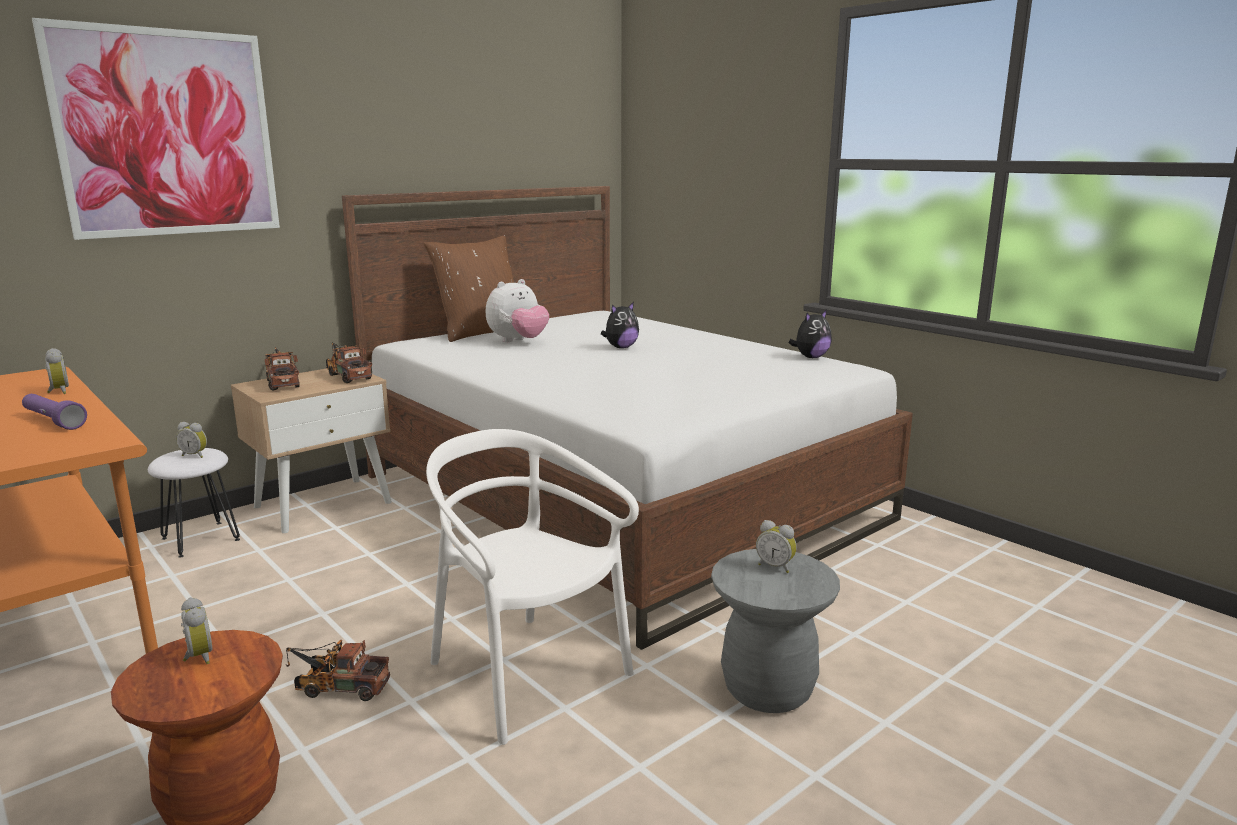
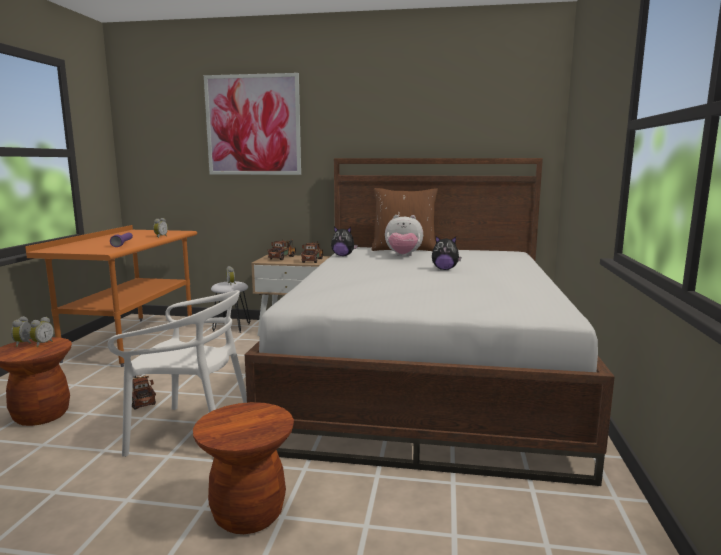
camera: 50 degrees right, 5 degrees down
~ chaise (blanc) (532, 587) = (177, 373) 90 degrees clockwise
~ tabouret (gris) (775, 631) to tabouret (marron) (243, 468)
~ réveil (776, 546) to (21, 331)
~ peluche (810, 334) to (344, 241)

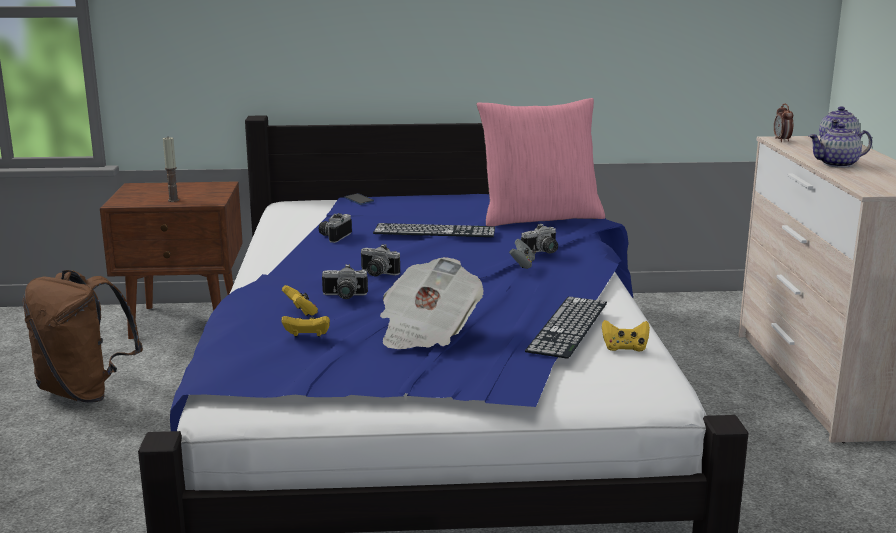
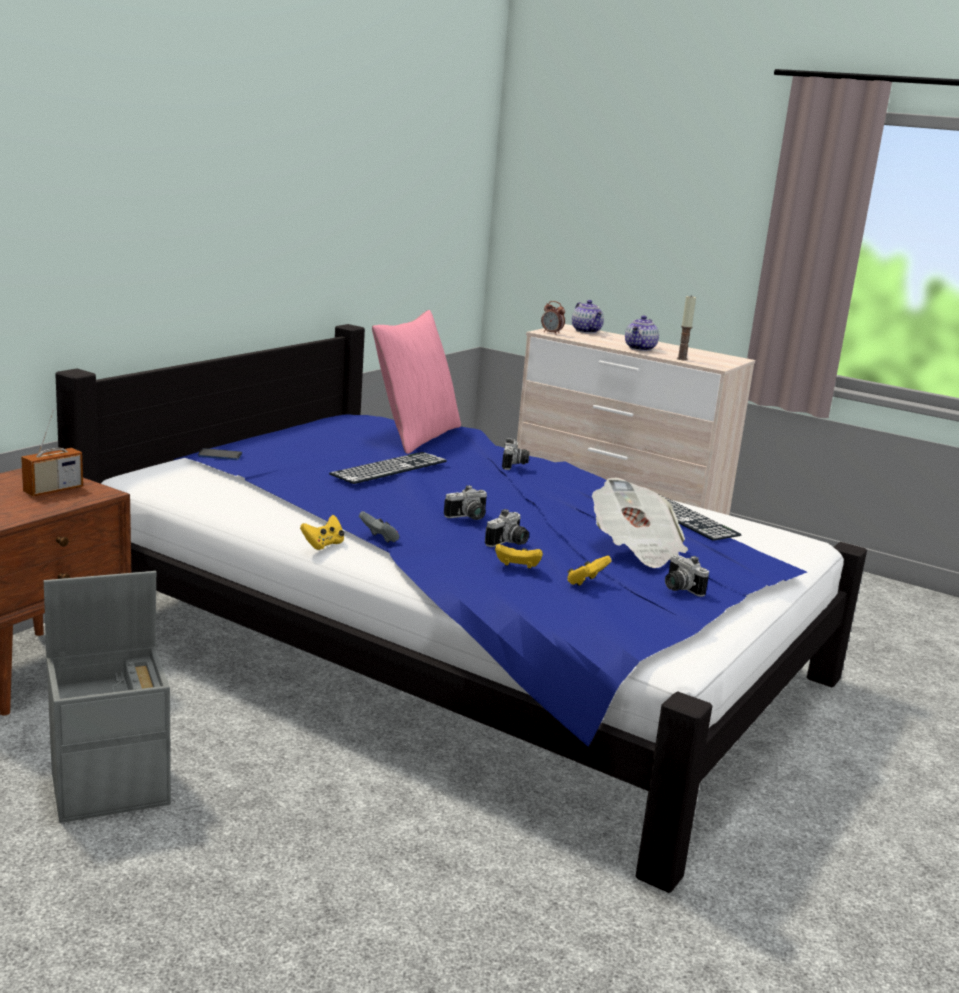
camera: 55 degrees left, 0 degrees up
~ sac à dos (marron) (83, 336) to boîte de rangement (gris) (107, 697)
~ bougie (171, 169) to (686, 328)
~ appareil photo (335, 228) to (687, 575)
~ manette (gris) (522, 254) to (379, 527)
~ manette (jaune) (626, 335) to (322, 532)
+ radio (52, 453)

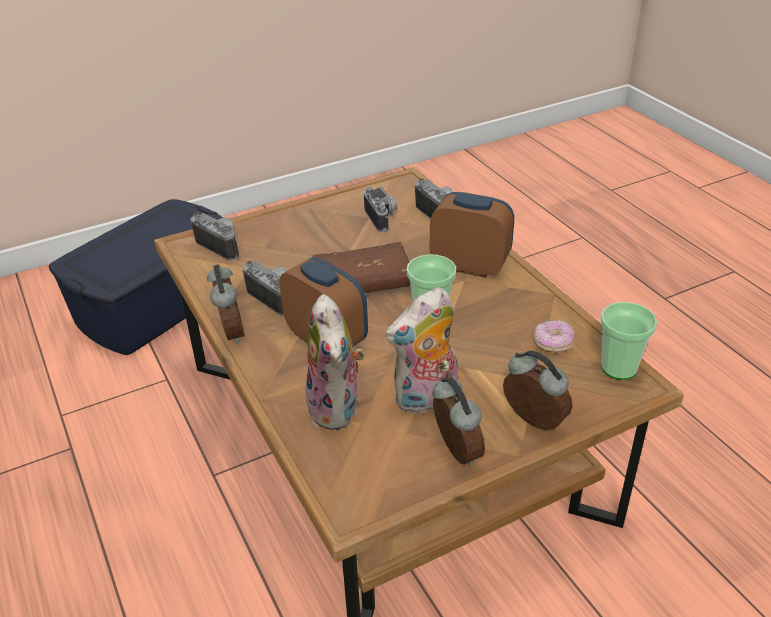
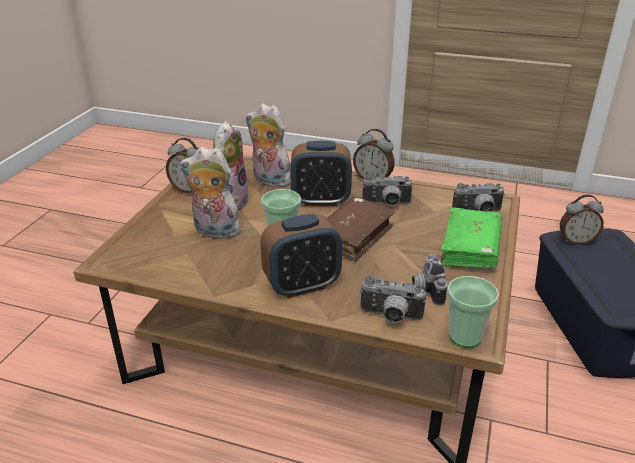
camera: 135 degrees right, 5 degrees down
~ appareil photo (380, 209) = (429, 280) 60 degrees clockwise
~ réveil (537, 390) to (582, 220)
- beignet (554, 336)
~ tasse (628, 341) to (473, 312)
+ peluche (210, 193)
+ livre (vert) (471, 238)

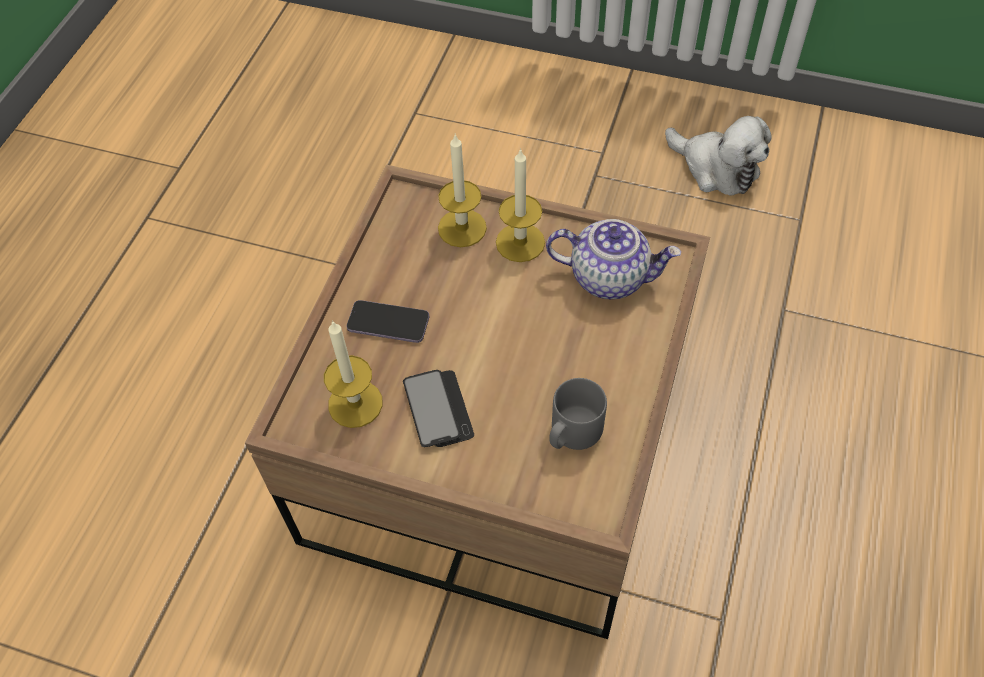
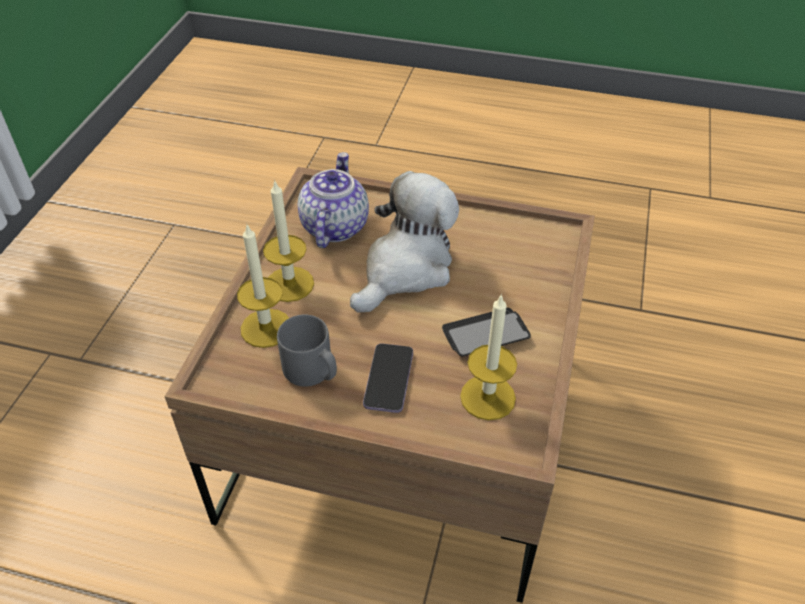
camera: 95 degrees left, 10 degrees down
~ mug (gris) (578, 414) to (307, 351)
~ peluche (718, 156) to (404, 242)

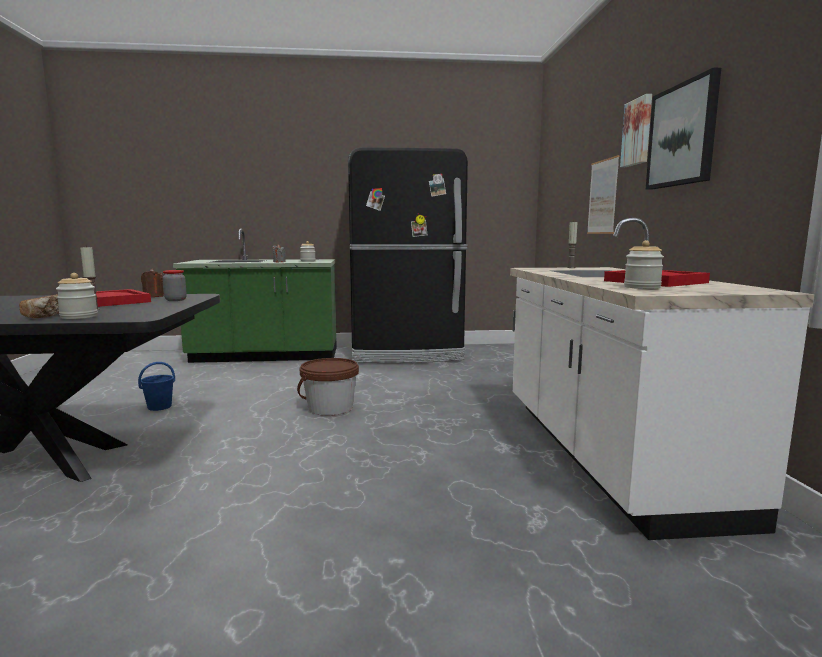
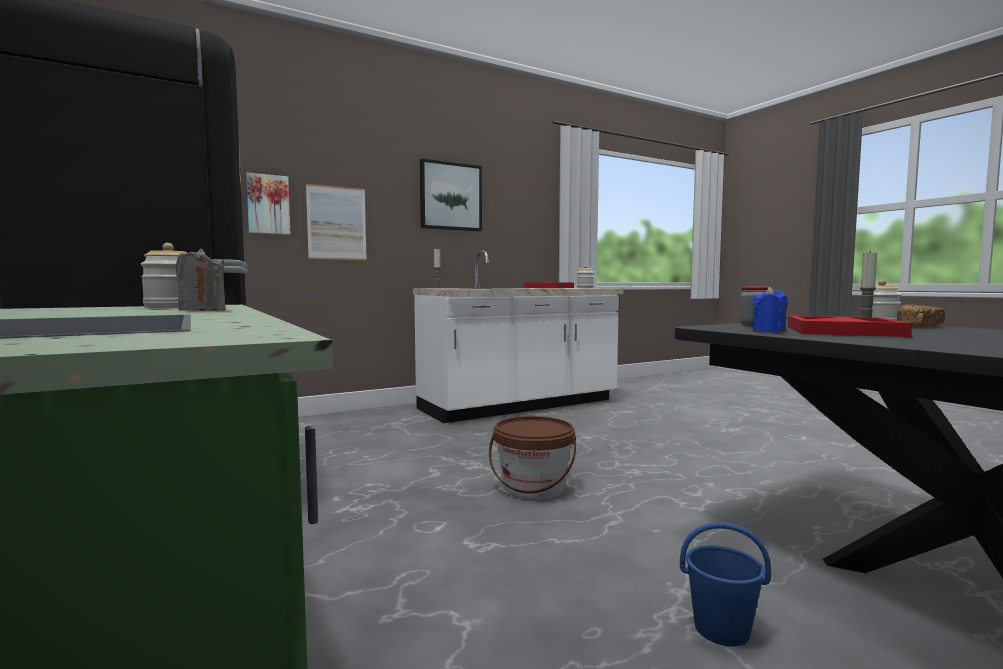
camera: 115 degrees left, 5 degrees down
~ bougie (marron) (152, 282) to bougie (bleu) (770, 309)
~ tableau (636, 130) to (268, 204)

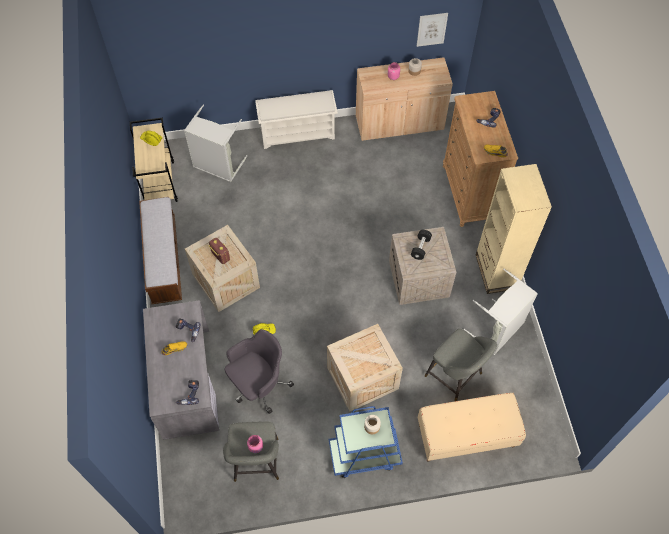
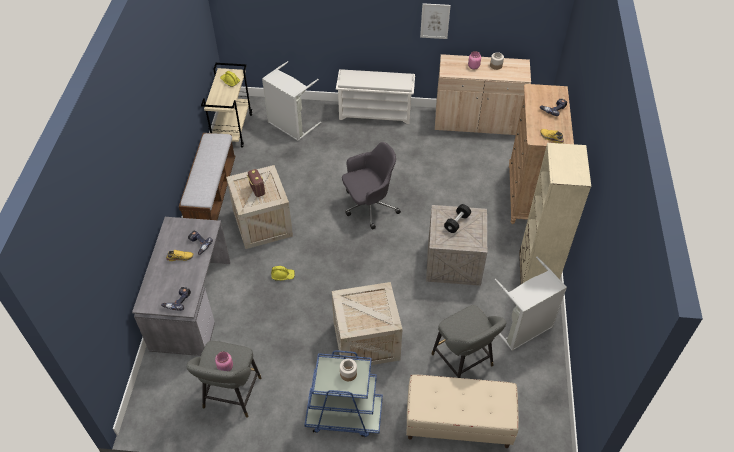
camera: 15 degrees right, 10 degrees down
~ chaise de bureau (gris) (259, 371) to (371, 185)
~ tableau (432, 30) to (435, 21)

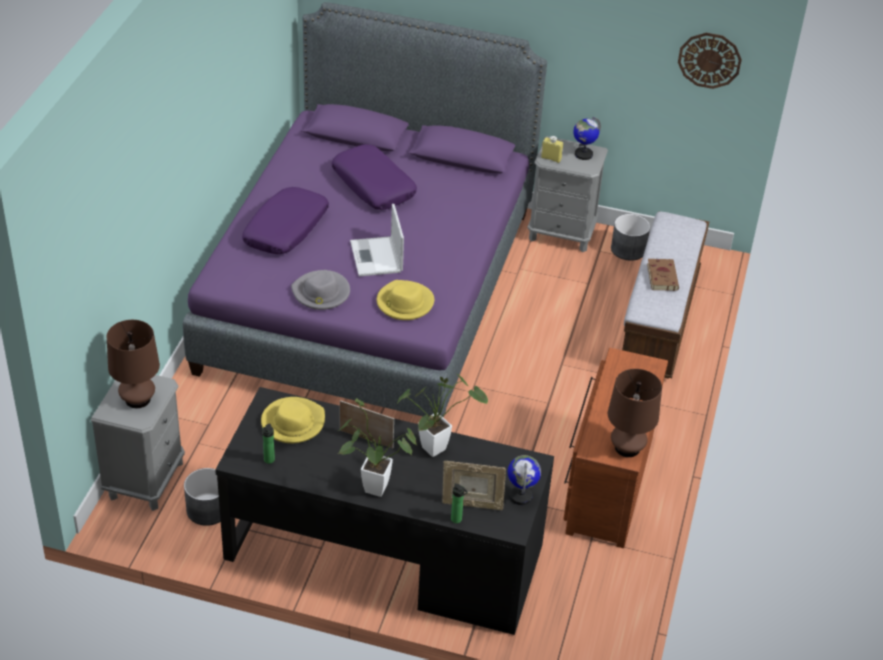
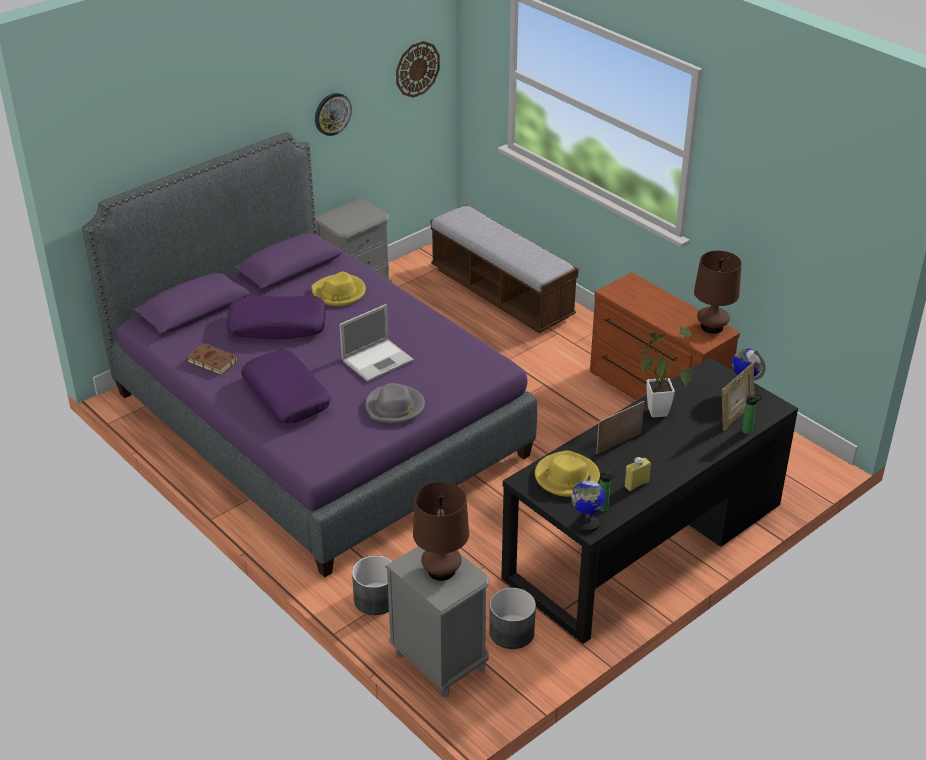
camera: 55 degrees left, 5 degrees down
- plante en pot (377, 447)
~ ordinateur portable (377, 240) = (376, 343) 60 degrees counterclockwise
~ chapeau (jaune) (405, 300) to (338, 289)
~ bouteille (jaune) (552, 149) to (637, 474)
~ globe (587, 138) to (588, 504)
~ cache-pot (gris) (630, 237) to (372, 585)
~ livre (marron) (663, 275) to (212, 359)
+ horloge murale (333, 114)

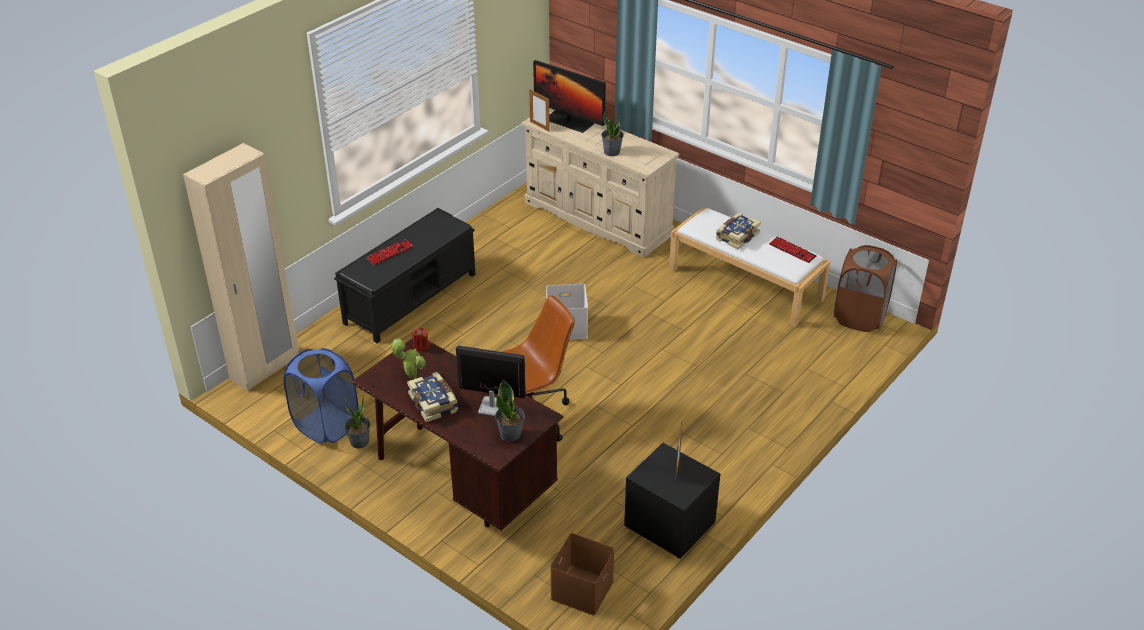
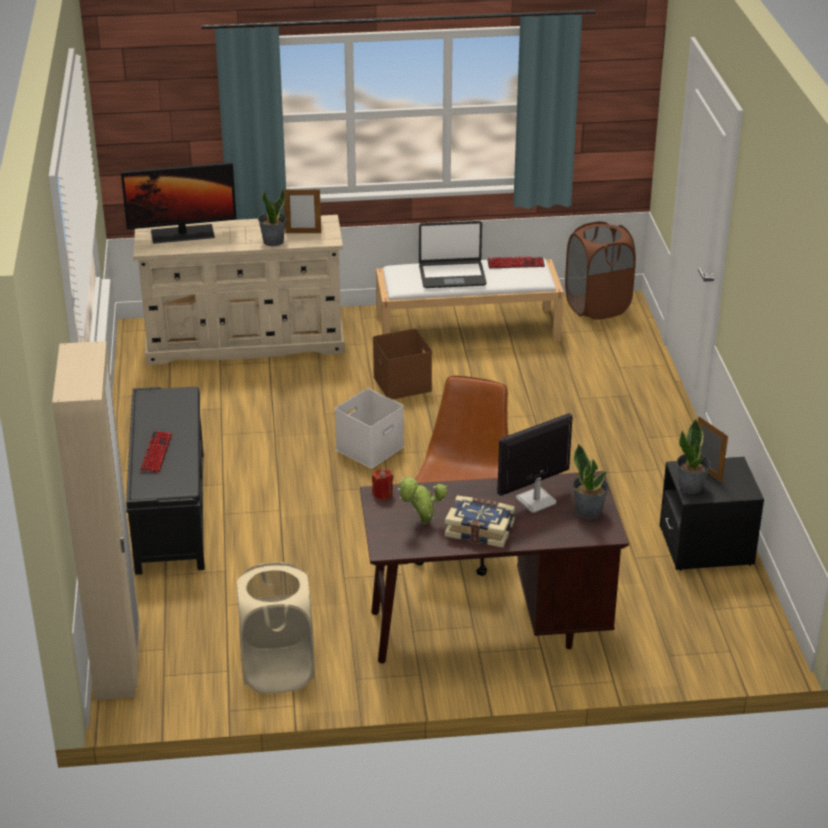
camera: 45 degrees left, 5 degrees down
~ panier à linge (bleu) (321, 396) to panier à linge (beige) (275, 627)
~ plante en pot (357, 422) to (693, 456)
~ cadre photo (539, 110) to (302, 210)
~ boîte de rangement (marron) (582, 574) to (402, 364)
~ livre (738, 231) to ordinateur portable (453, 254)

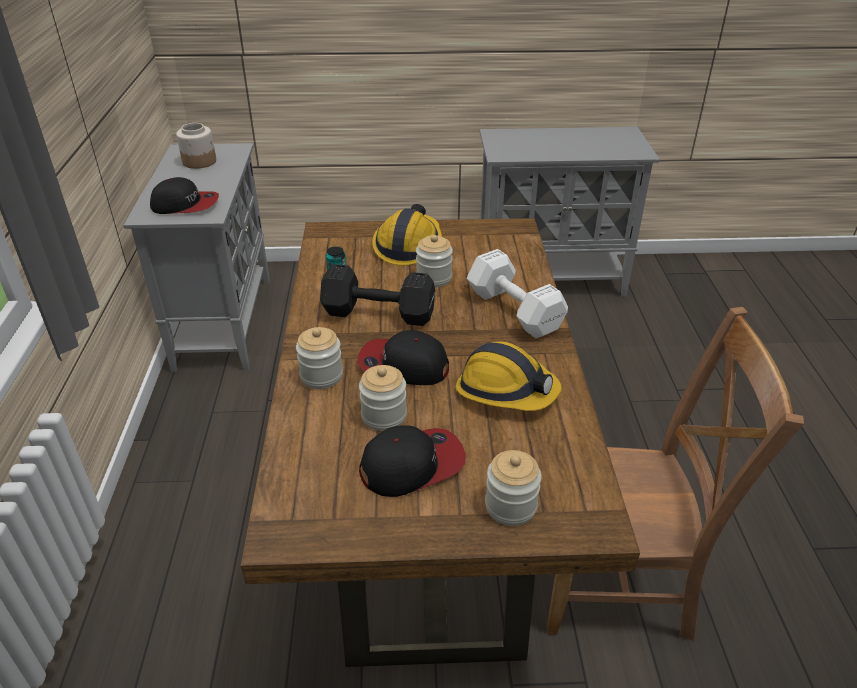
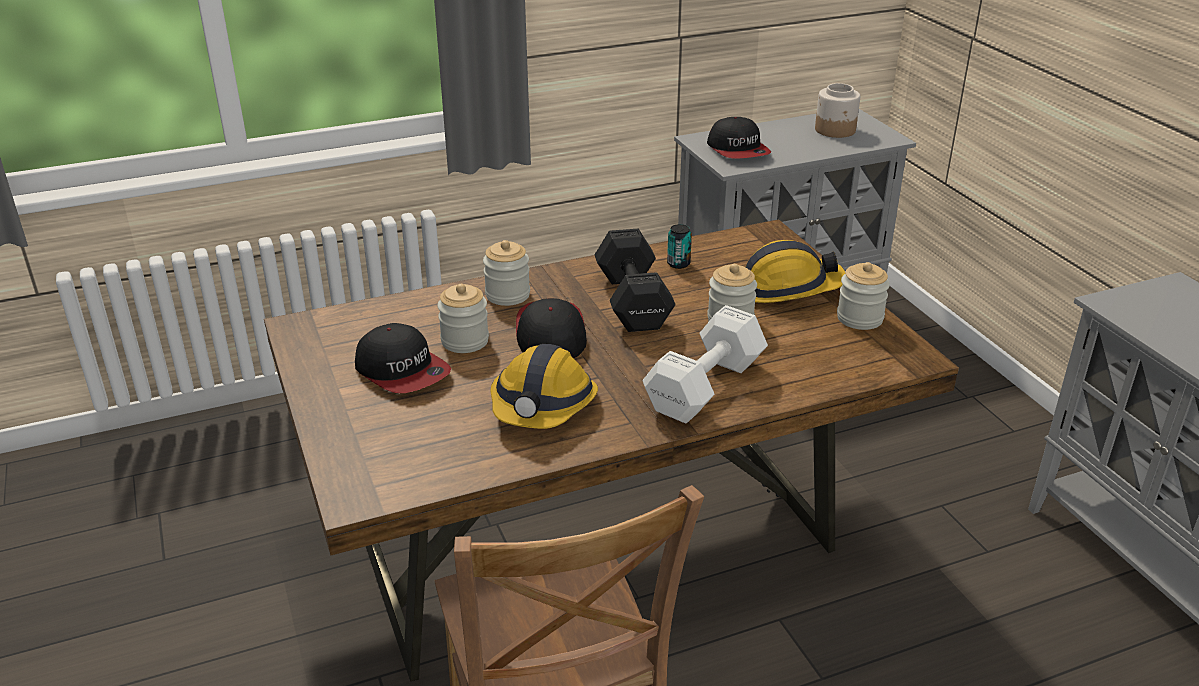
camera: 70 degrees right, 5 degrees down
~ bocal (513, 488) to (863, 296)

